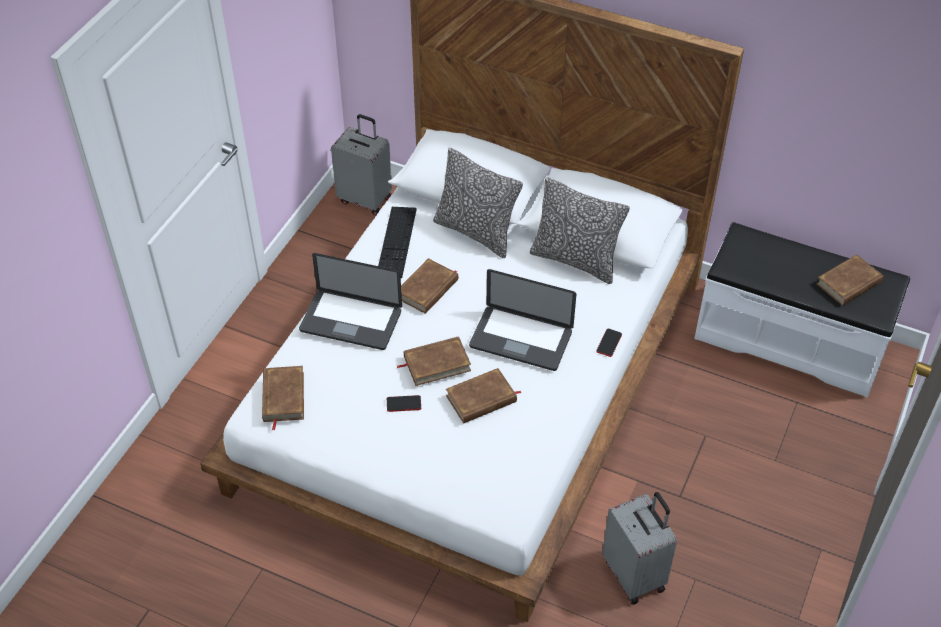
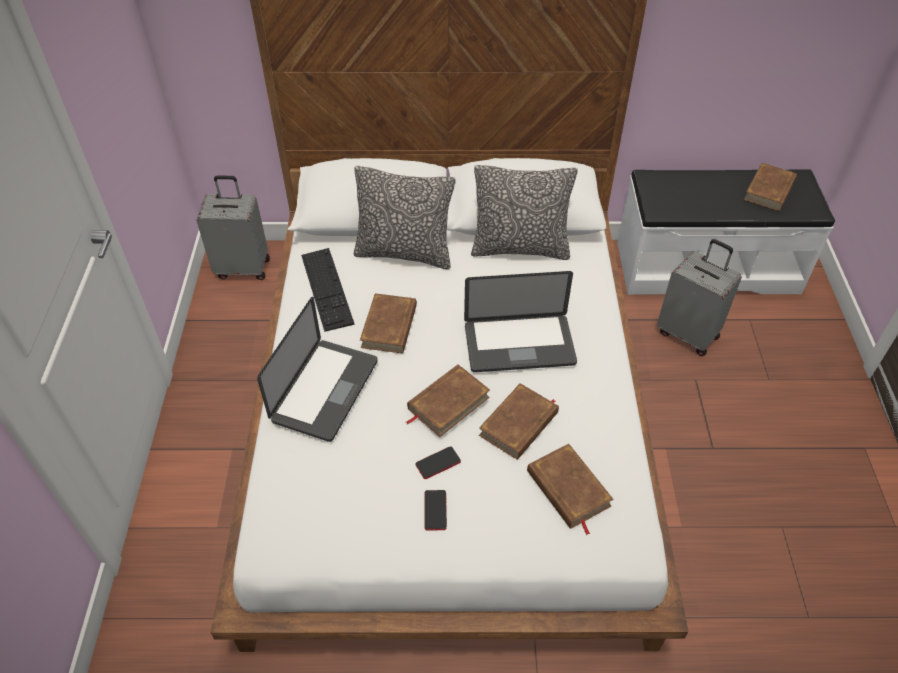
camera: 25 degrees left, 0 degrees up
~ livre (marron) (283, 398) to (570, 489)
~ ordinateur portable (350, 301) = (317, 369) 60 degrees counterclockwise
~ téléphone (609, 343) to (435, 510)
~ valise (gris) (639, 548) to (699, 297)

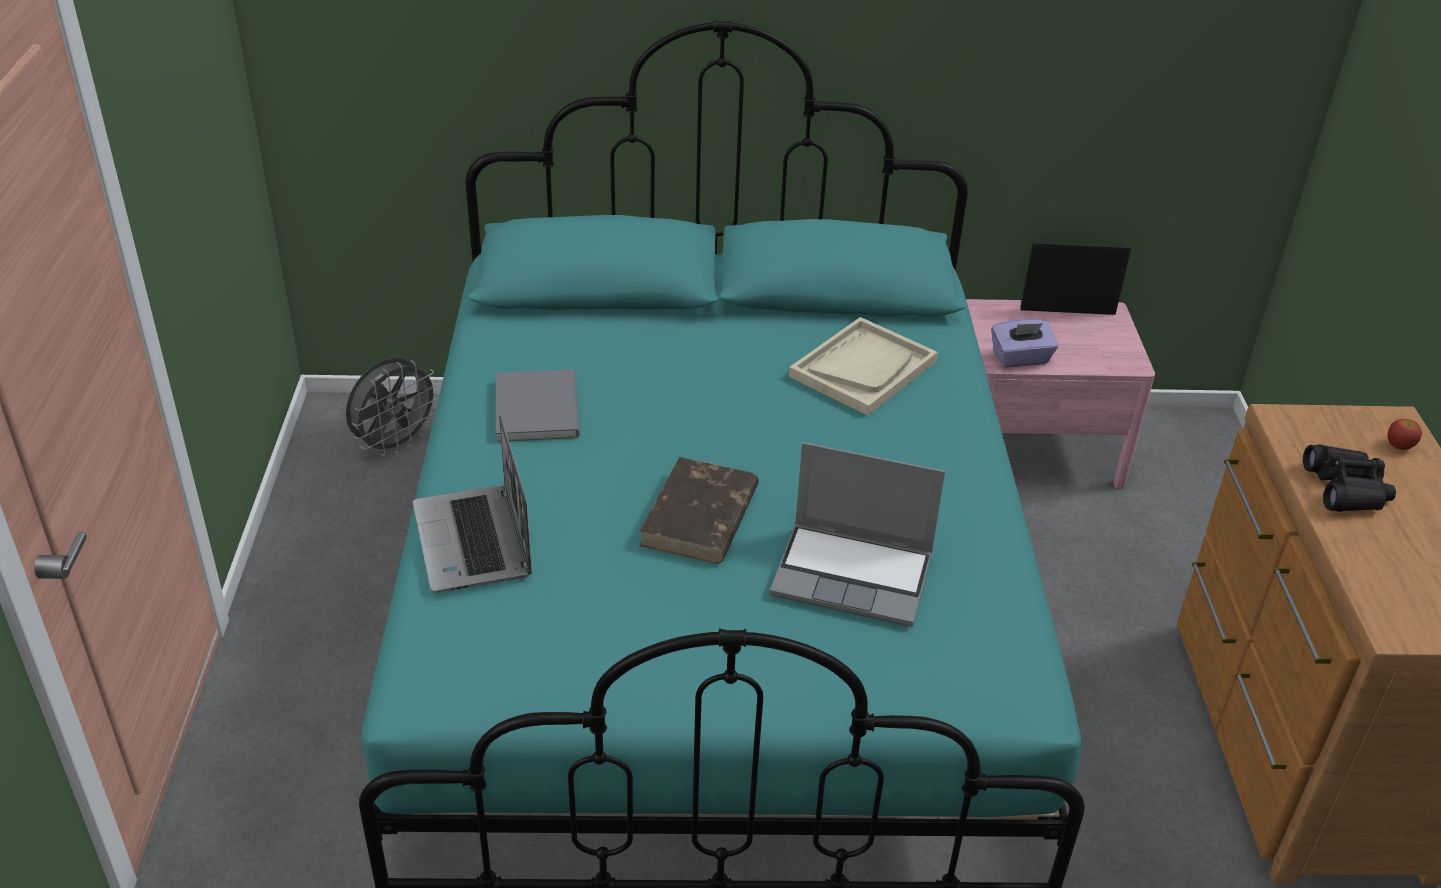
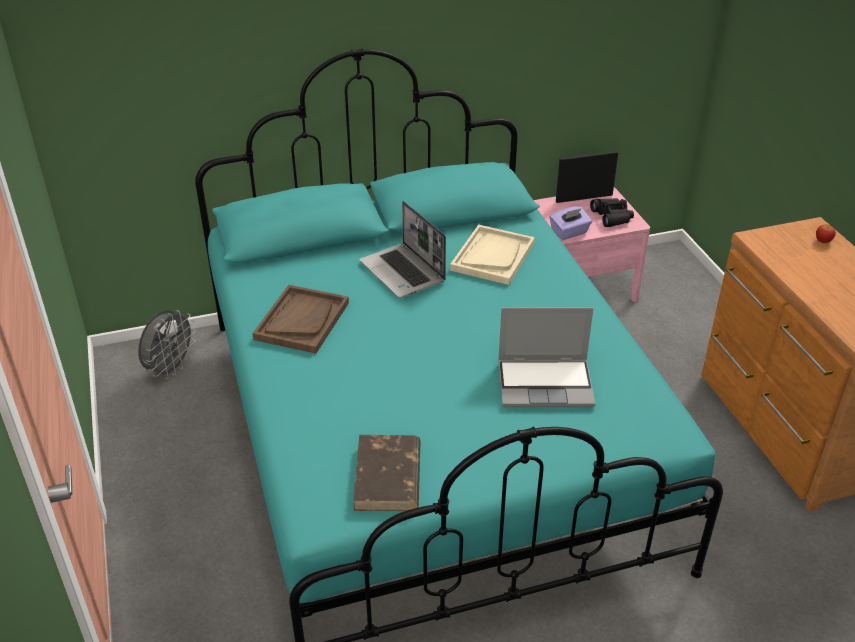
camera: 15 degrees left, 0 degrees up
~ ordinateur portable (472, 504) to (402, 249)
~ livre (gris) (538, 405) to plateau (marron) (300, 319)
~ livre (marron) (699, 510) to (387, 473)
~ jumelles (noir) (1349, 478) to (612, 212)

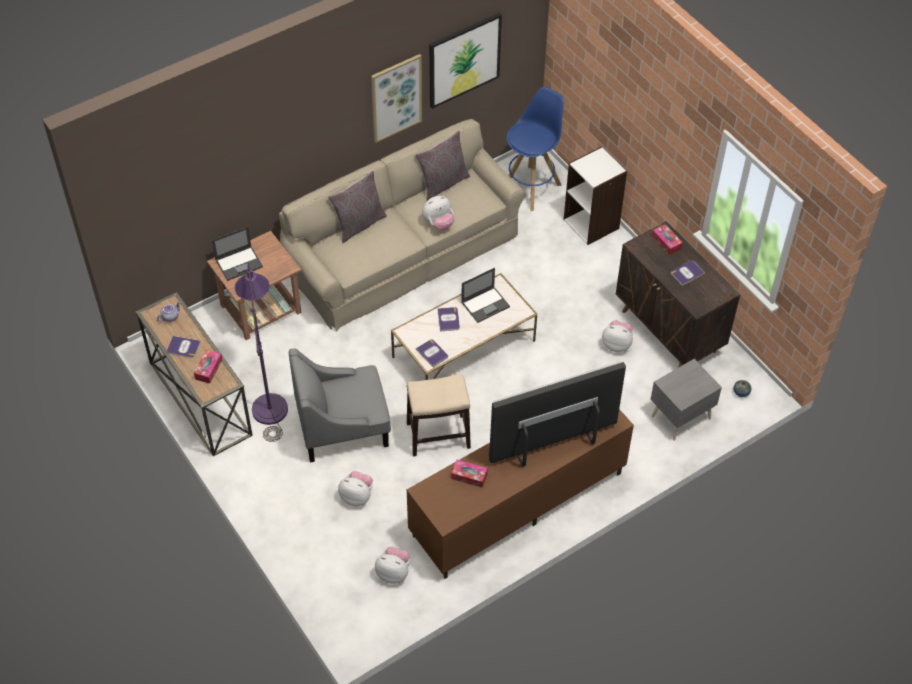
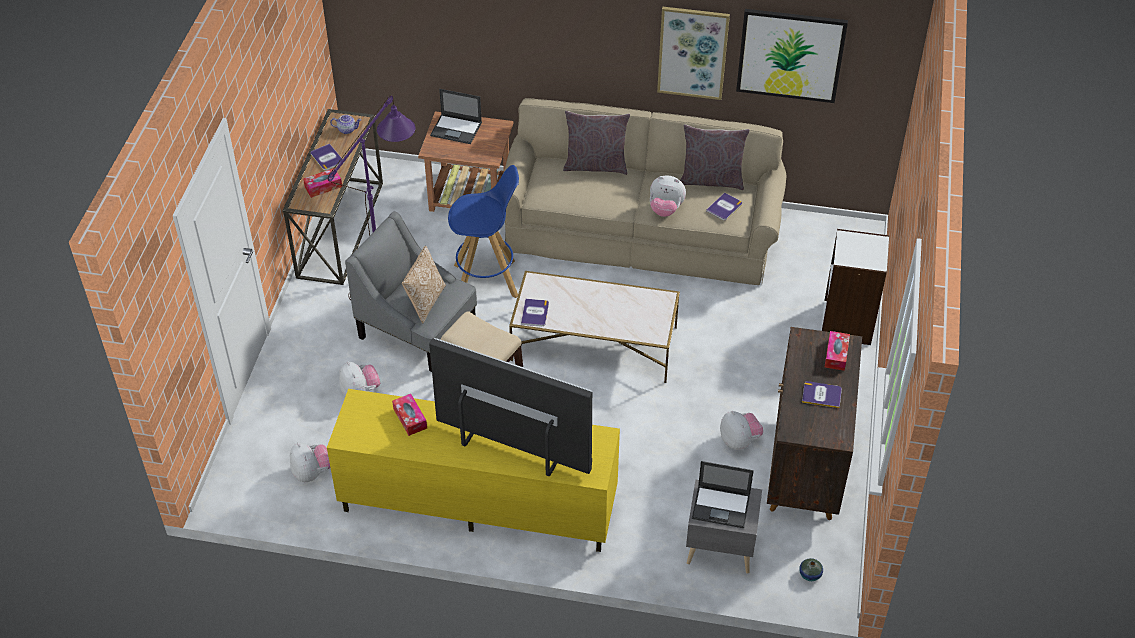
camera: 45 degrees right, 5 degrees down
~ meuble télé (marron) (520, 494) to meuble télé (jaune) (473, 470)
~ livre (448, 319) to (724, 206)
~ ordinateur portable (485, 295) to (723, 494)
~ tabouret (bleu) (535, 149) to (483, 231)
+ coussin (424, 284)

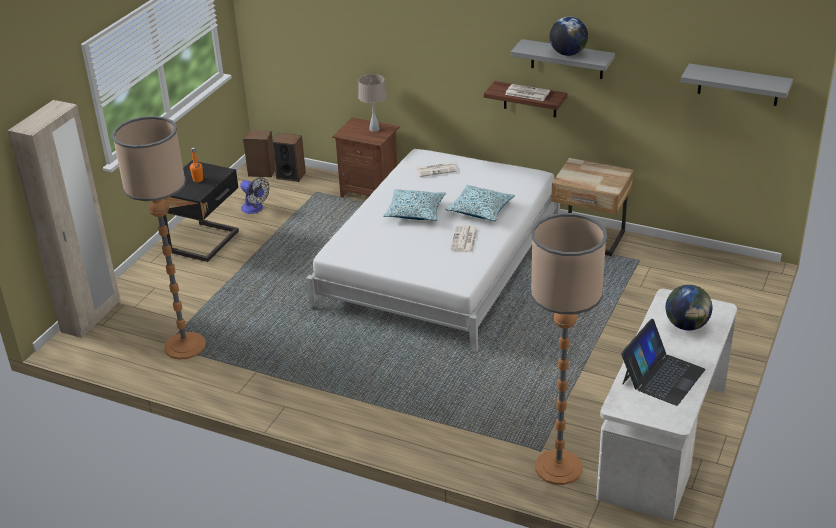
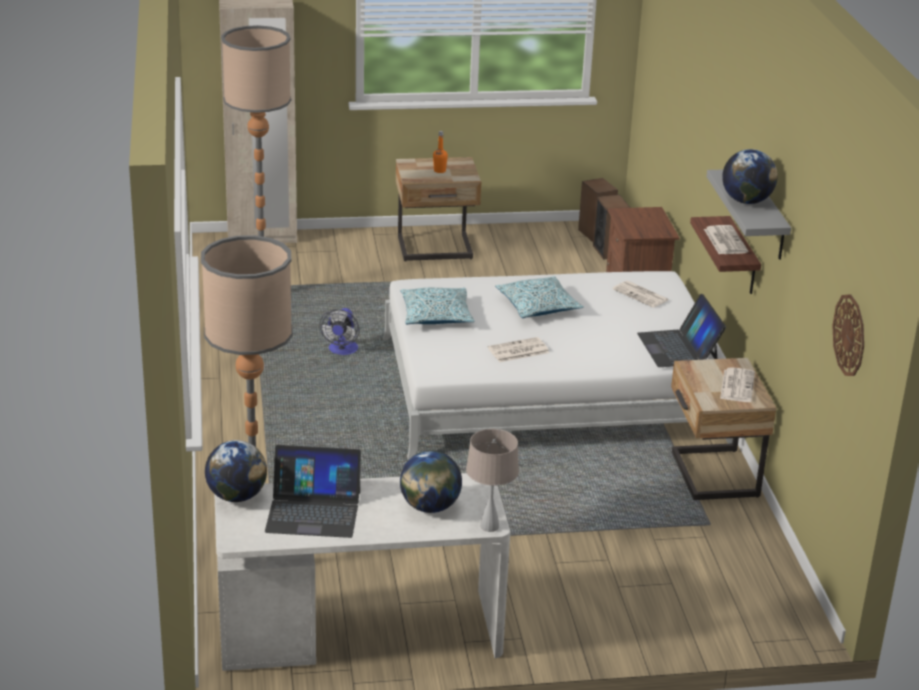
camera: 55 degrees right, 5 degrees down
~ table de chevet (noir) (201, 211) to table de chevet (beige) (438, 209)
~ ventilateur (254, 196) to (339, 331)
~ lampe de table (beige) (372, 103) to (492, 480)
~ coussin (480, 203) to (437, 306)
~ étagère (gris) (737, 84) to horloge murale (848, 335)
+ globe (236, 471)
+ ordinateur portable (681, 330)
+ journal (737, 384)

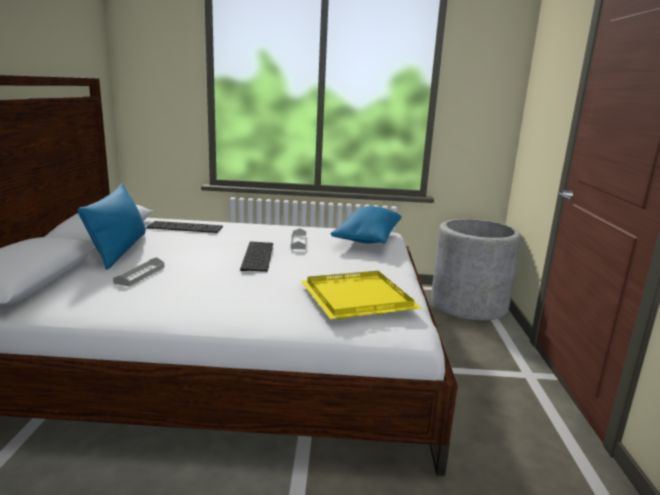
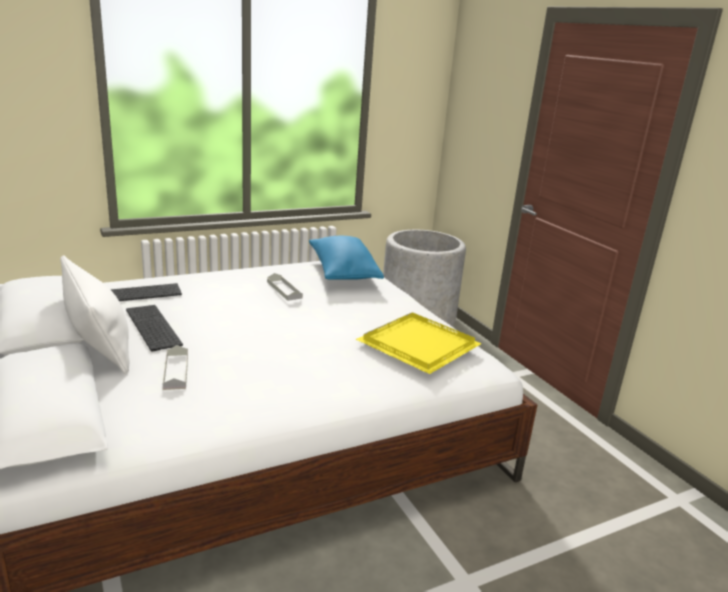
camera: 30 degrees left, 5 degrees up
~ coussin (bleu) (112, 227) to coussin (blanc) (95, 314)
~ clavier (256, 257) to (154, 328)

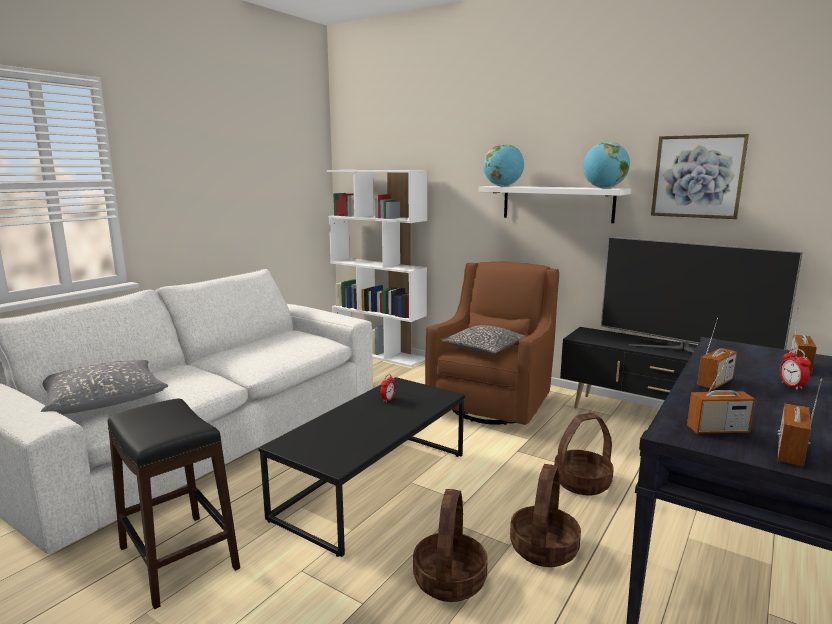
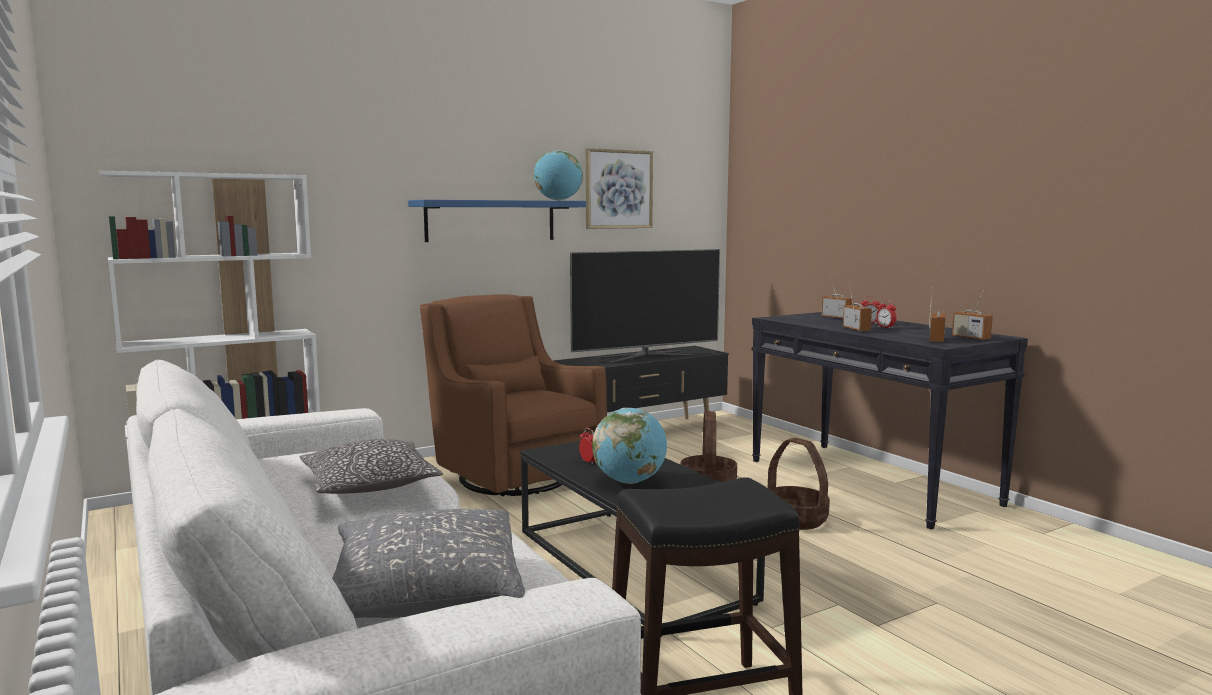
camera: 65 degrees left, 5 degrees down
- panier (450, 545)
~ coussin (483, 339) to (371, 466)
~ étagère (blanc) (555, 204) to étagère (bleu) (497, 221)
~ globe (503, 165) to (629, 446)
+ réveil (886, 314)

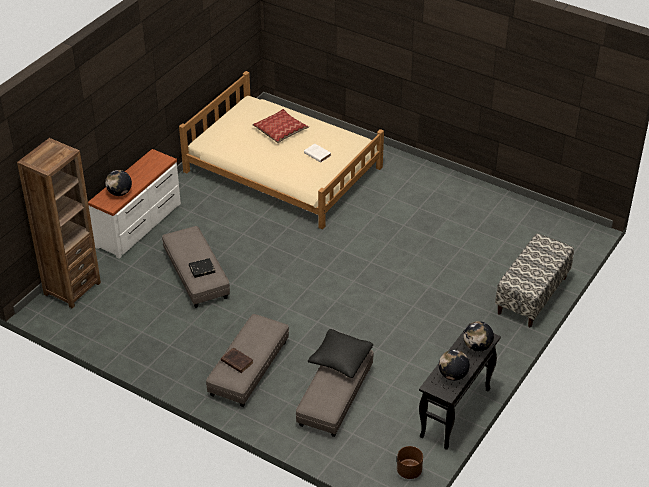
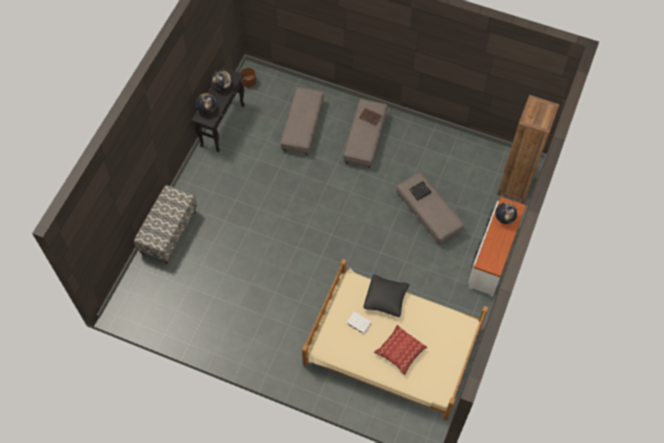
camera: 170 degrees right, 20 degrees up
~ coussin (noir) (340, 353) to (386, 296)

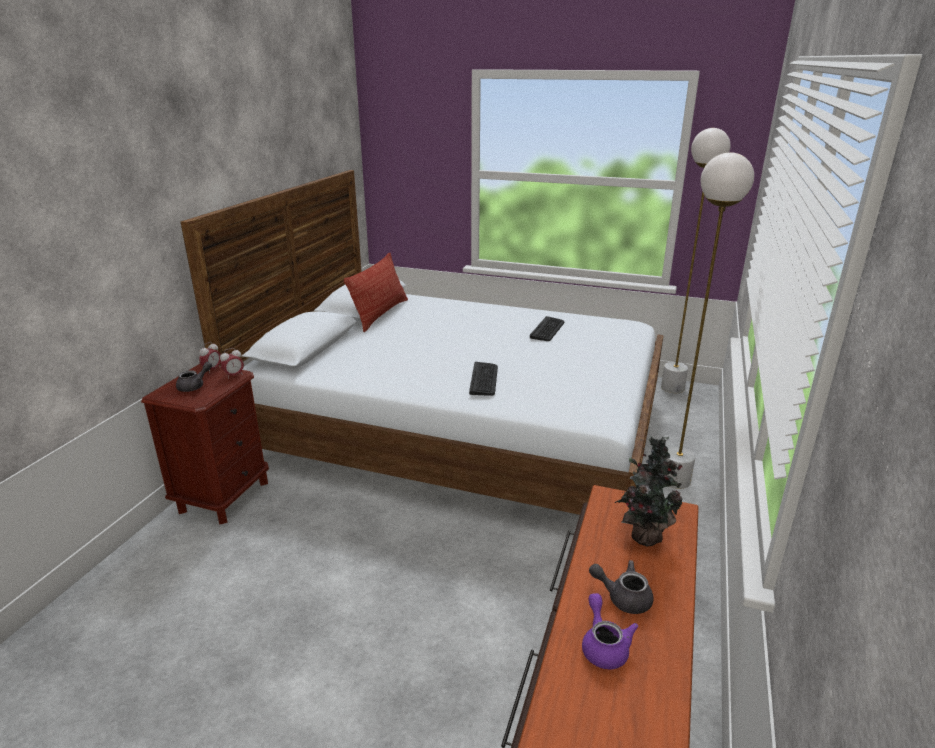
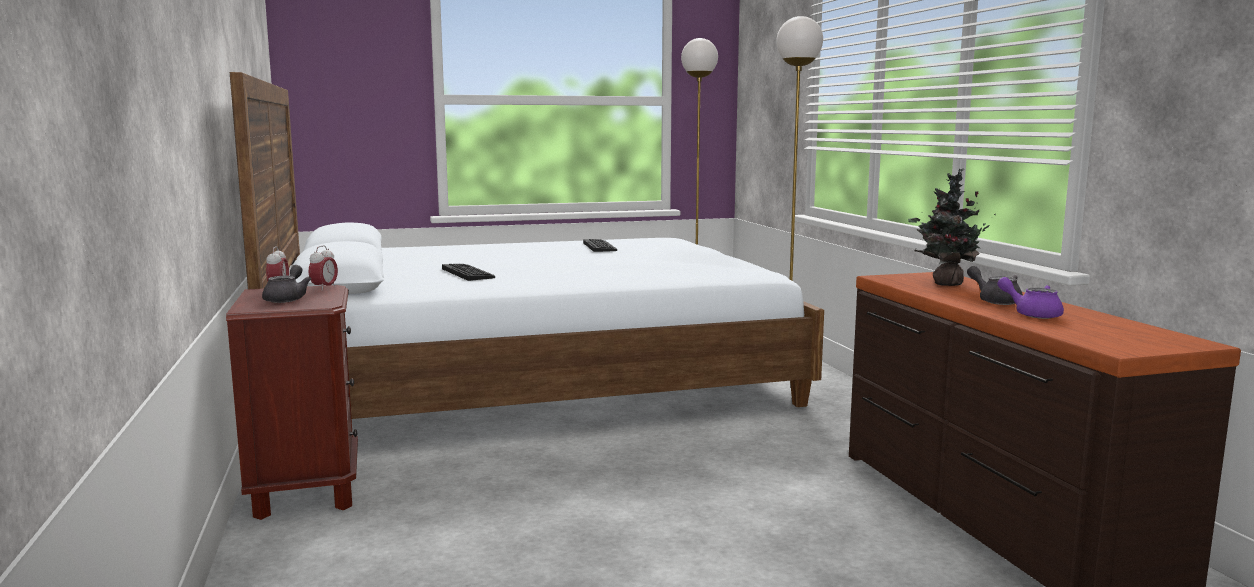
camera: 35 degrees left, 15 degrees down
- coussin (376, 292)
~ clavier (483, 379) to (468, 272)
~ théière (gris) (621, 587) = (995, 285) 75 degrees clockwise

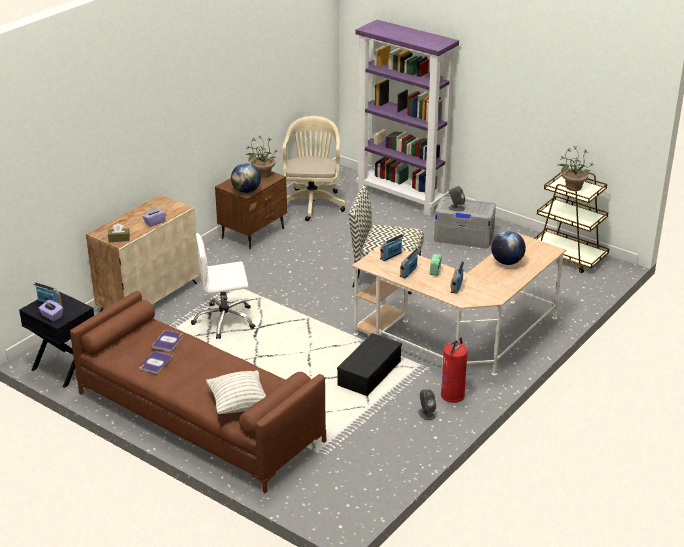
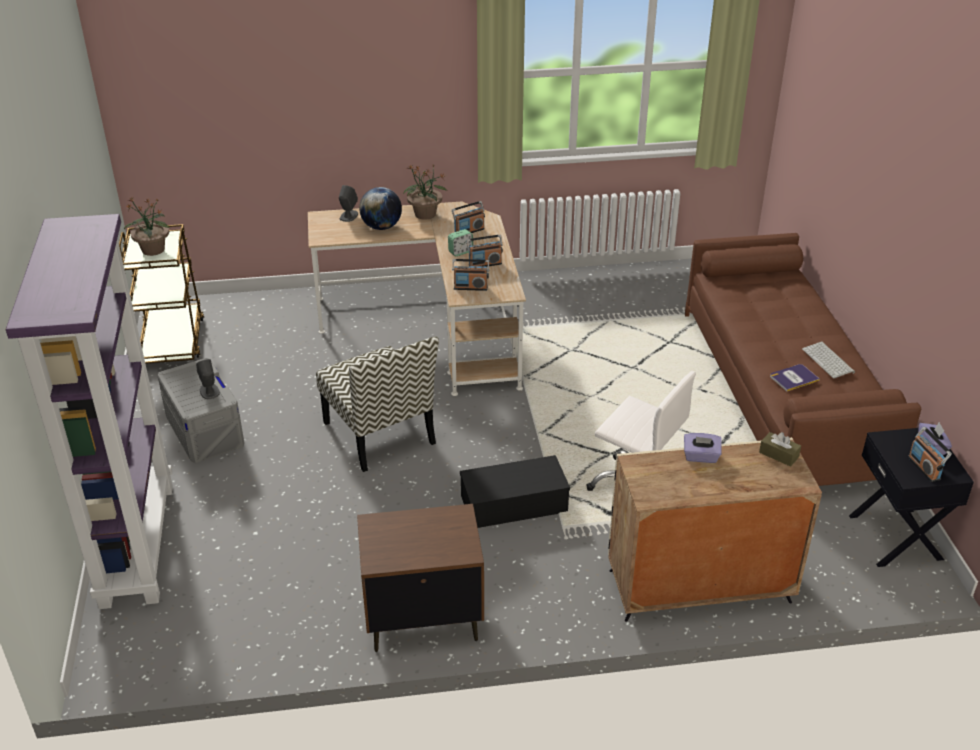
camera: 135 degrees left, 5 degrees up
~ livre (156, 362) to clavier (828, 359)
- coussin (236, 392)
- globe (246, 178)
~ plante en pot (261, 156) to (426, 192)
- chaise de bureau (beige) (314, 168)
~ boîte de rangement (noir) (369, 364) to (515, 491)
~ enceinte (gris) (427, 404) to (348, 203)
- extincteur (454, 370)

